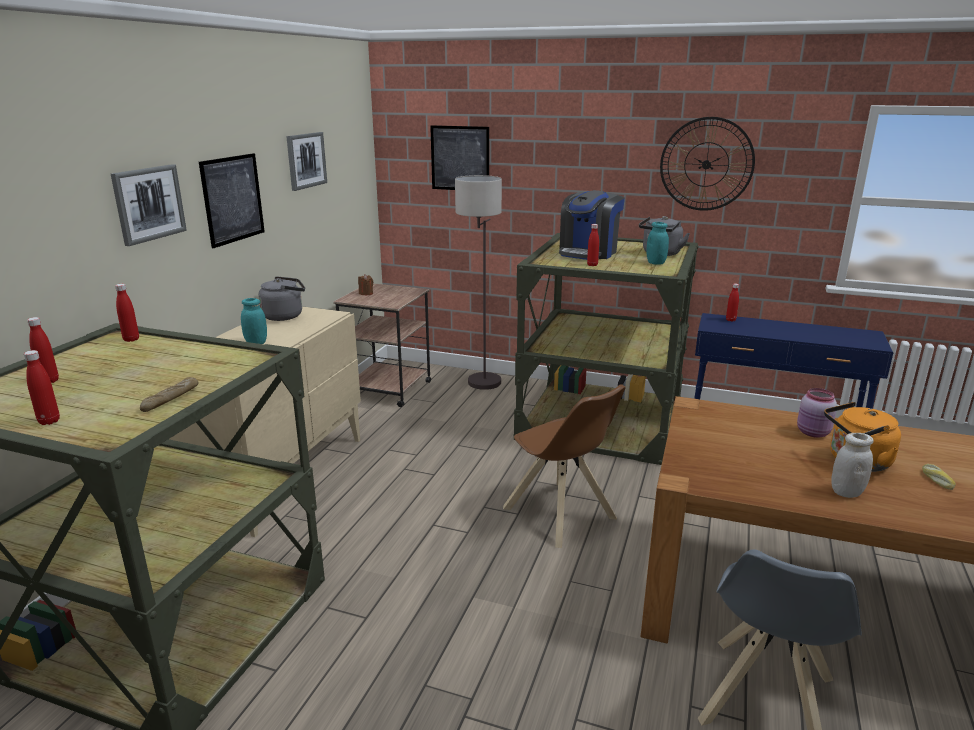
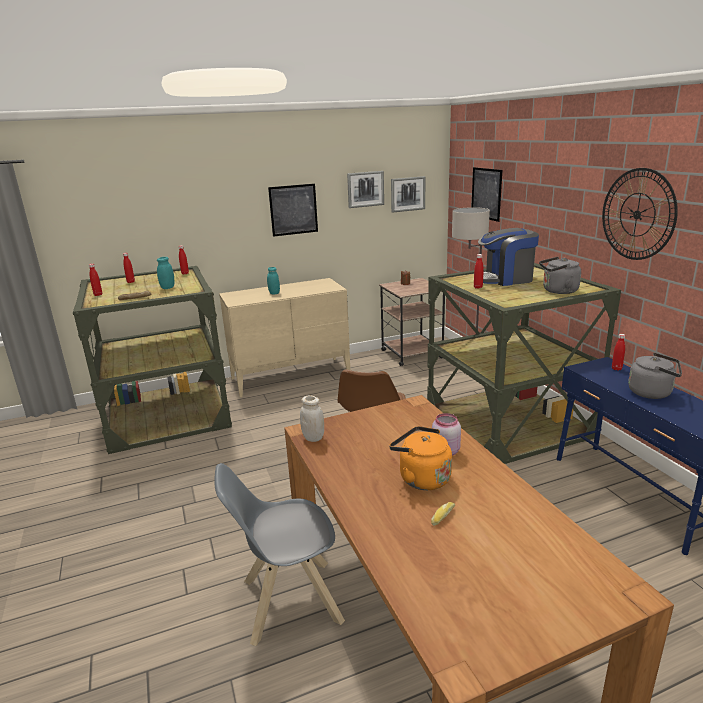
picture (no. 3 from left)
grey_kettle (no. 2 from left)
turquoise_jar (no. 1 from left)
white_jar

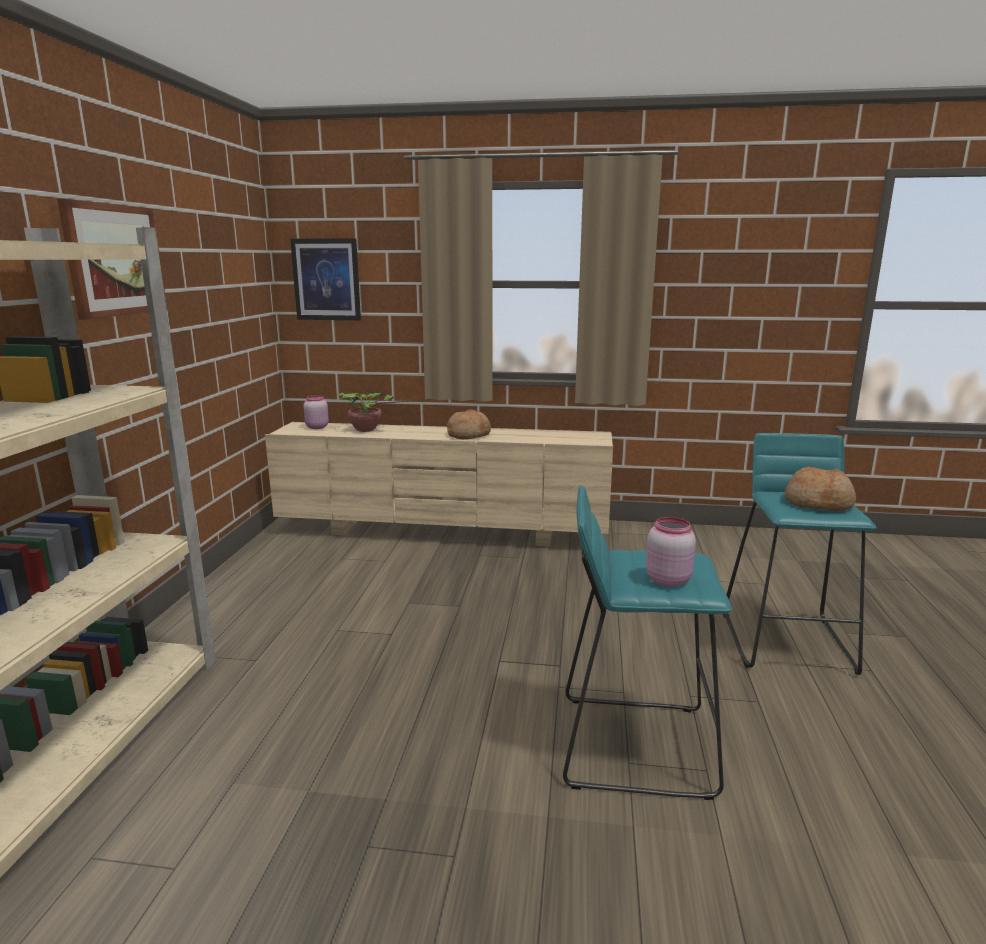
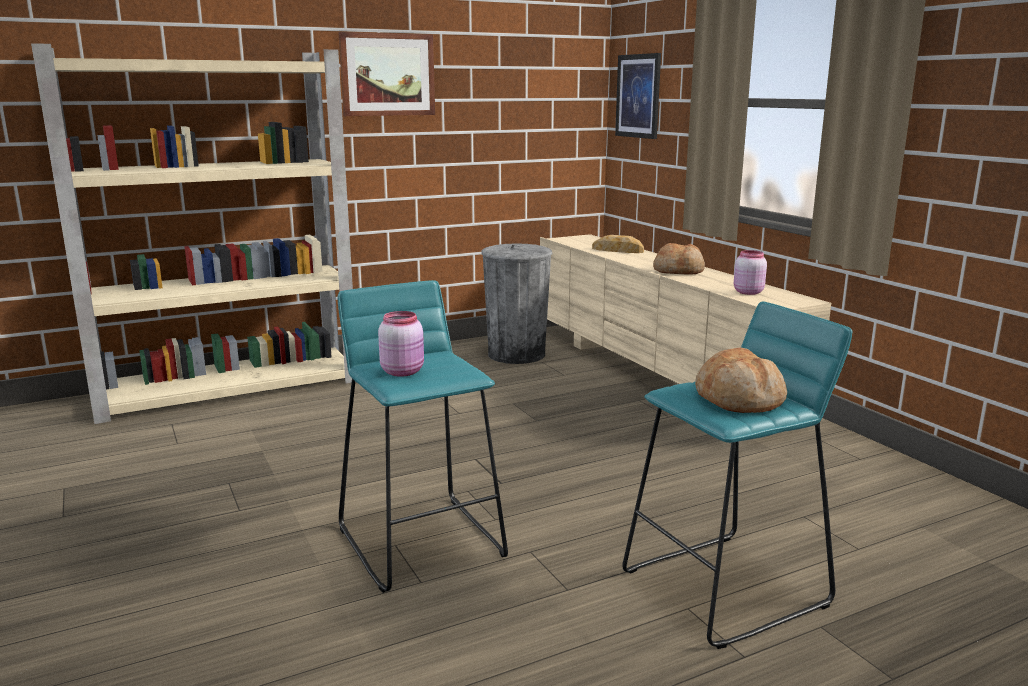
grey_trash_can
pink_jar (no. 2 from left)
bread (no. 1 from left)

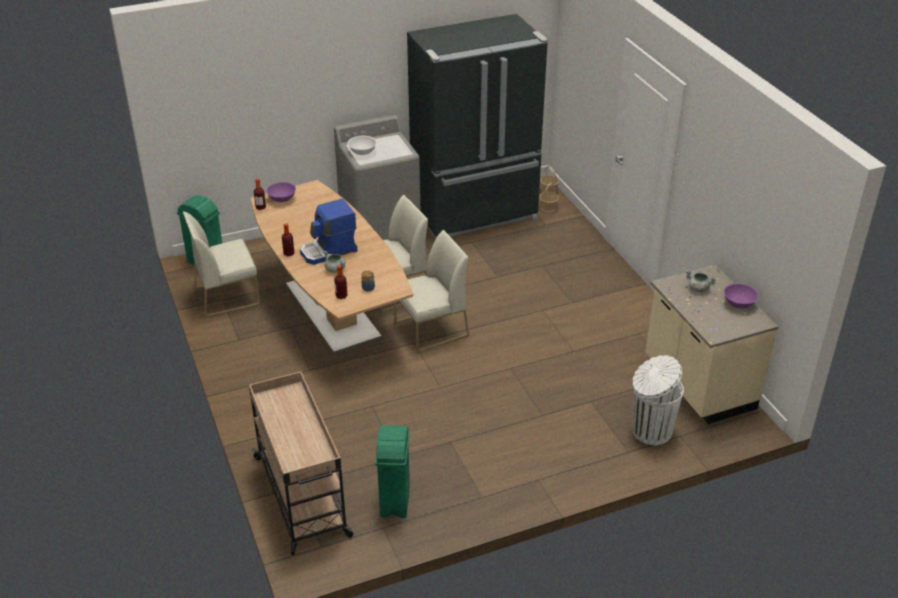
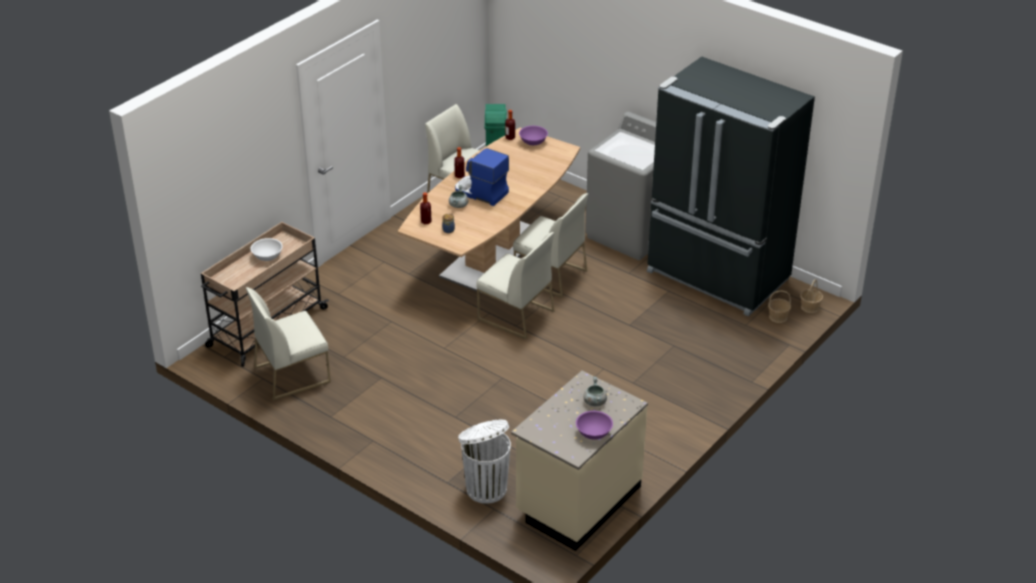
white_bowl
white_chair (no. 1 from left)

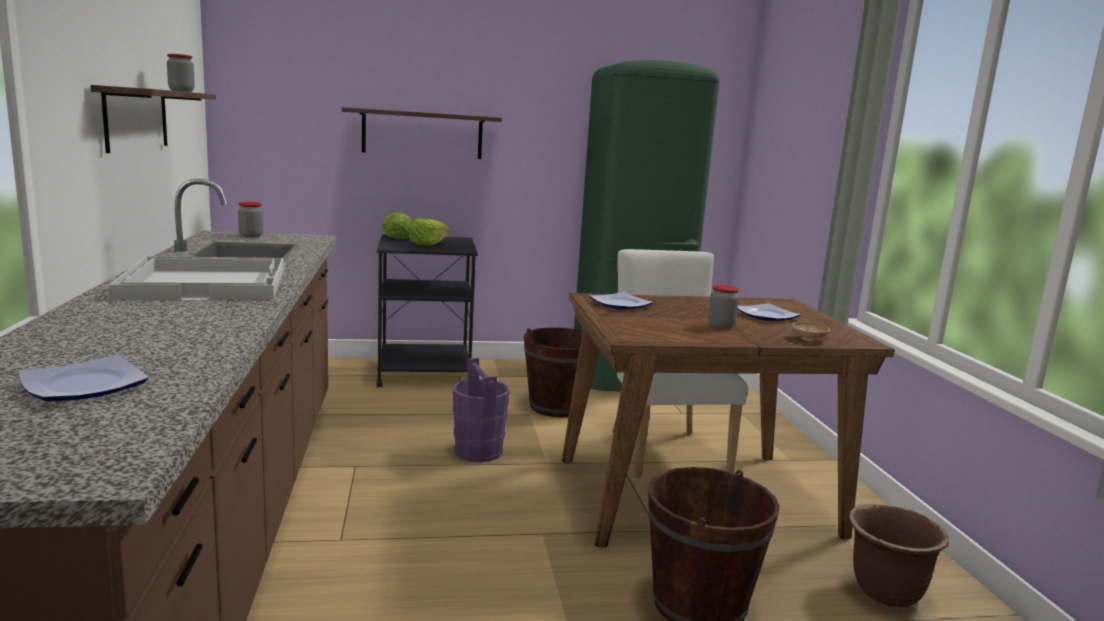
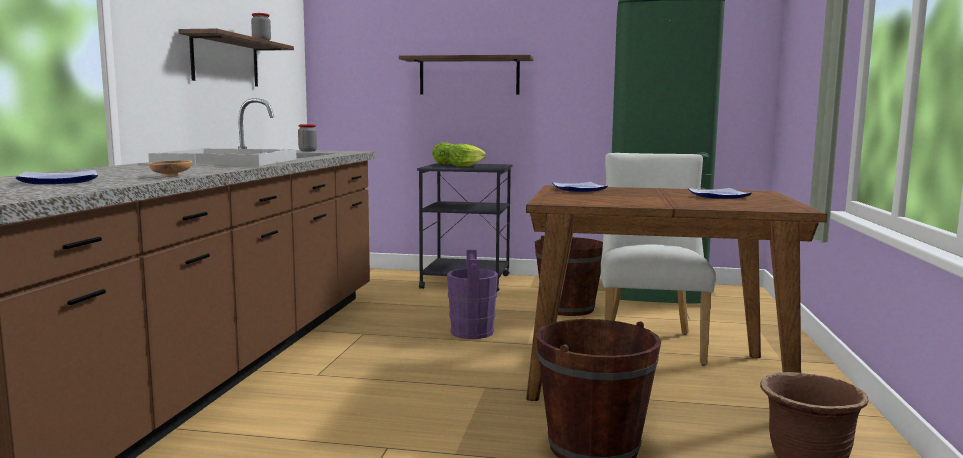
jar (no. 3 from left in the first image)
brown_bowl

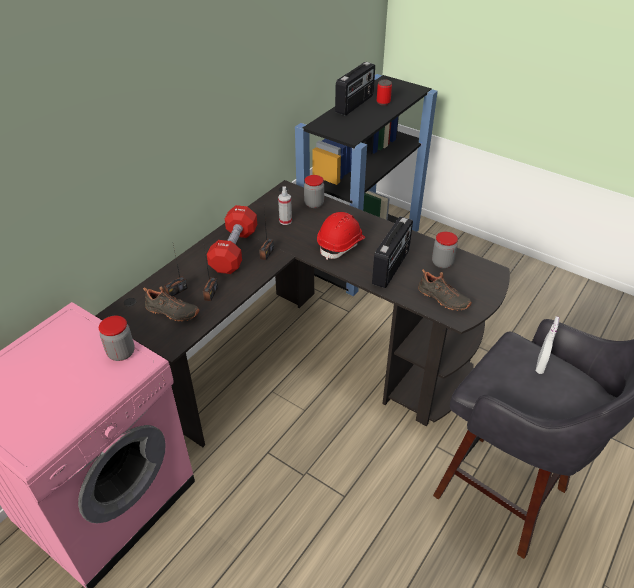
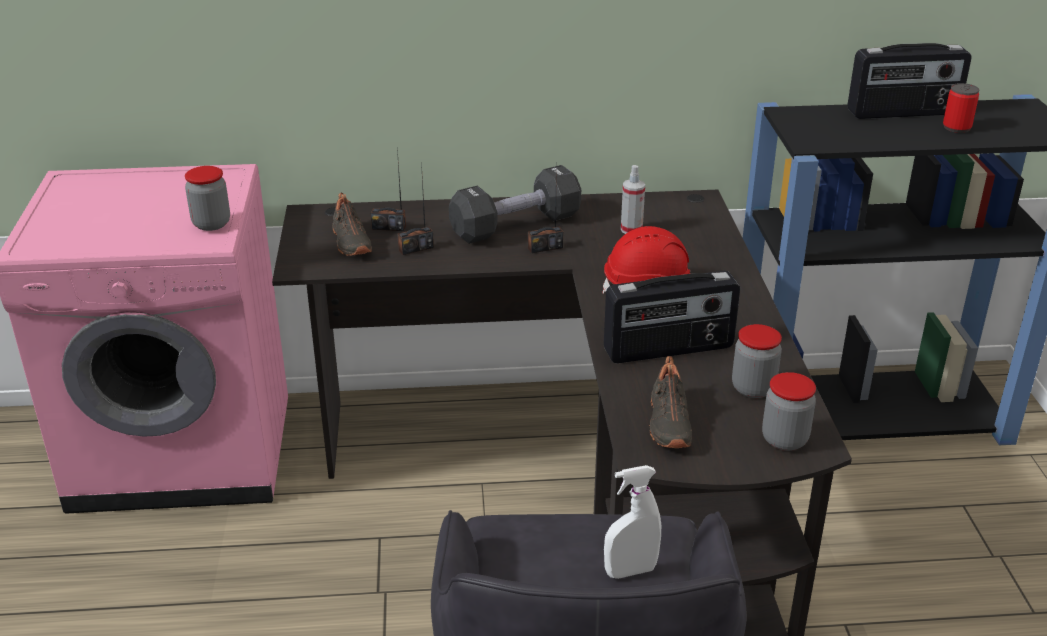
jar (no. 3 from left)
black_dumbbell

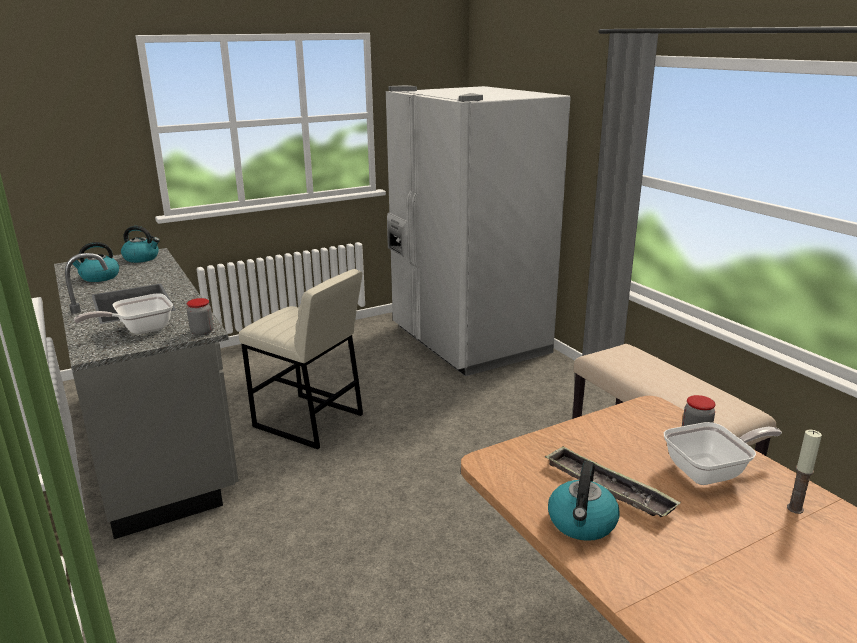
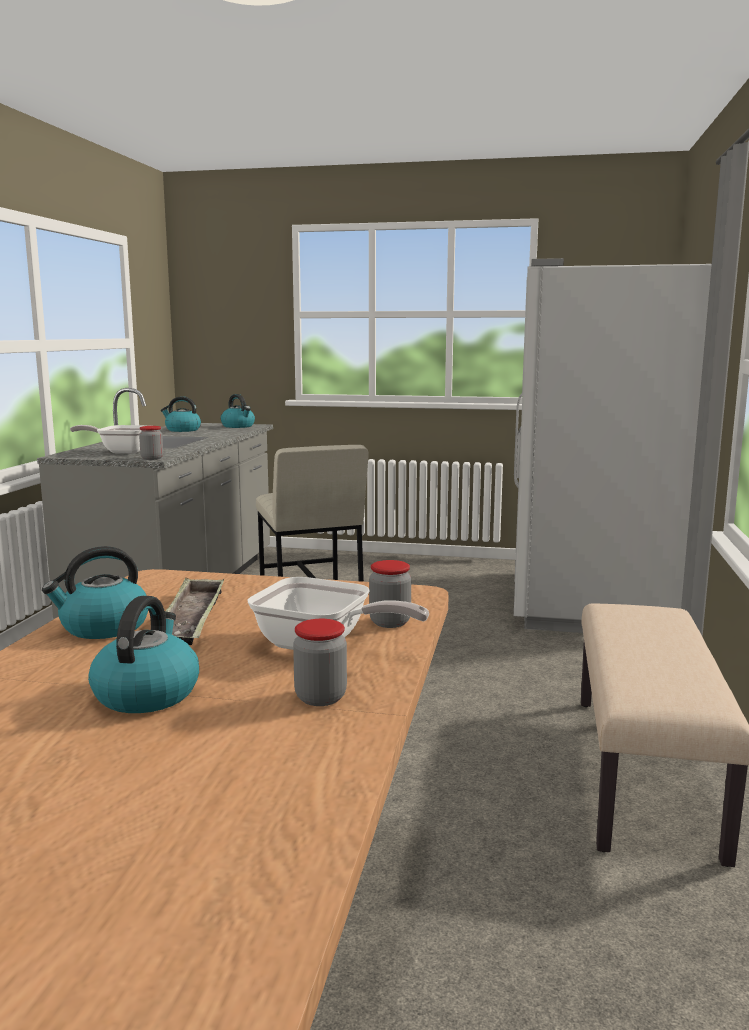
kettle (no. 2 from left)
jar (no. 2 from left)

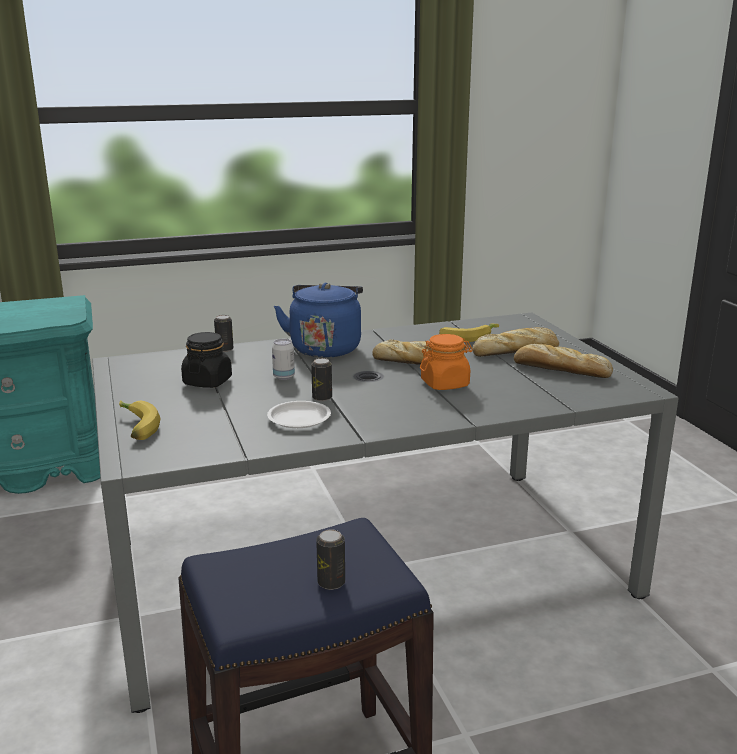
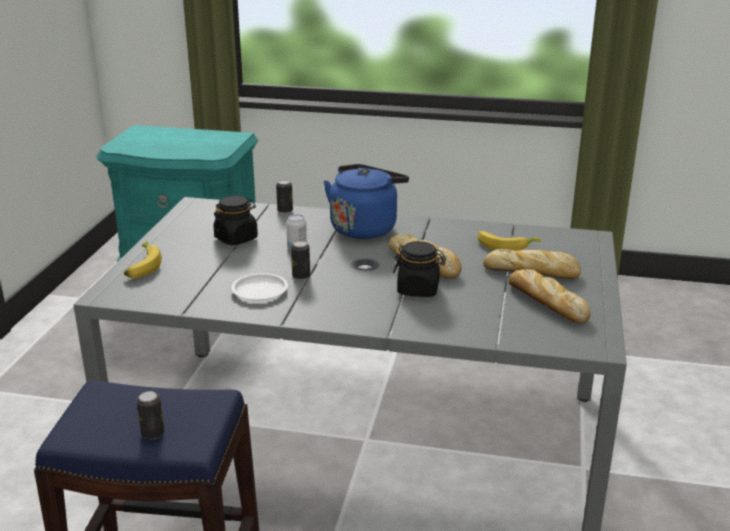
black_jar (no. 2 from left)

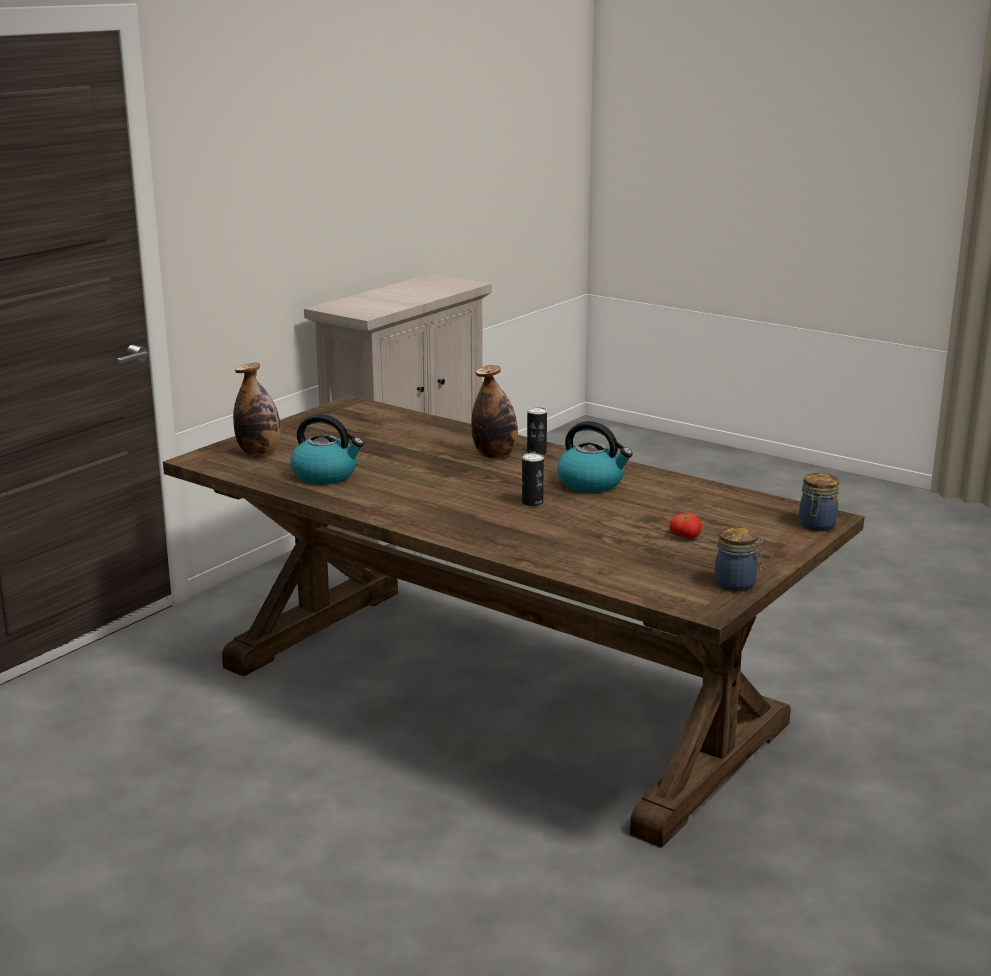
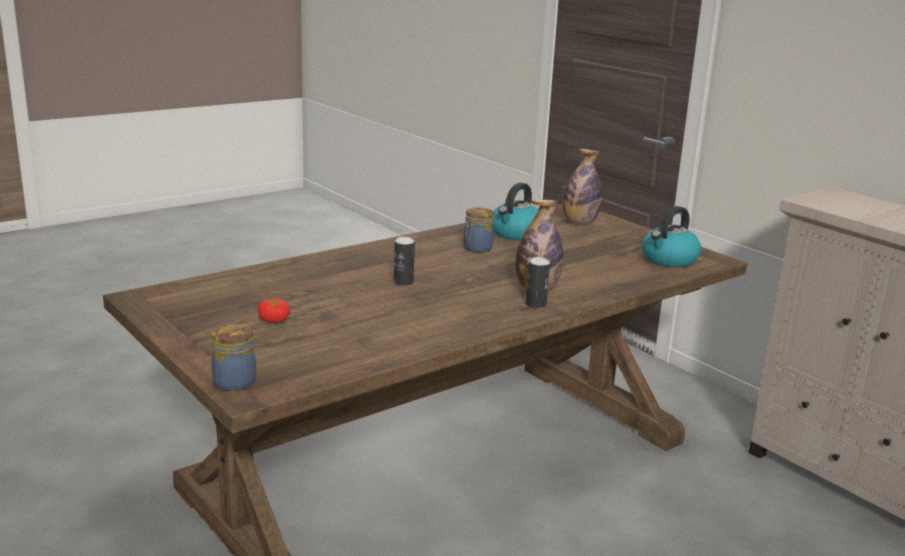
kettle (no. 2 from left)
jar (no. 2 from left)

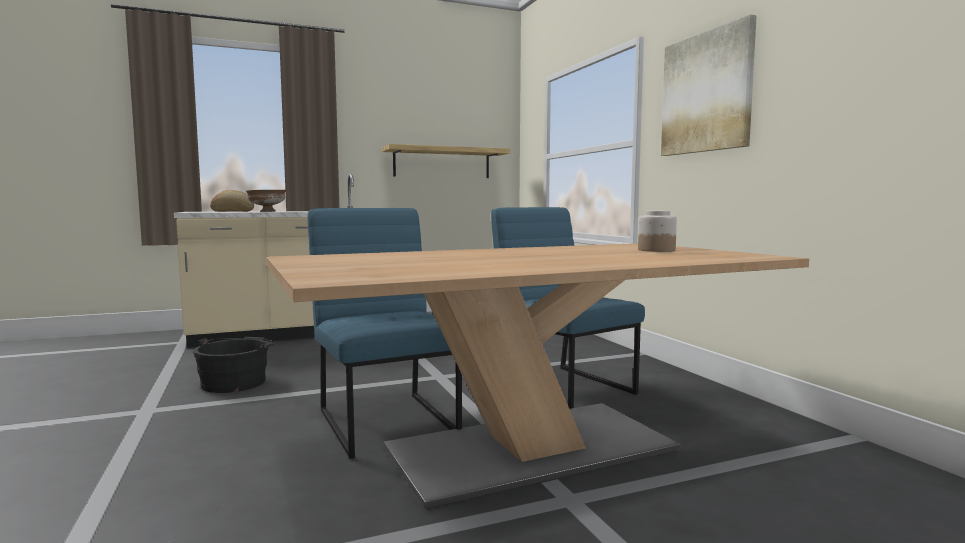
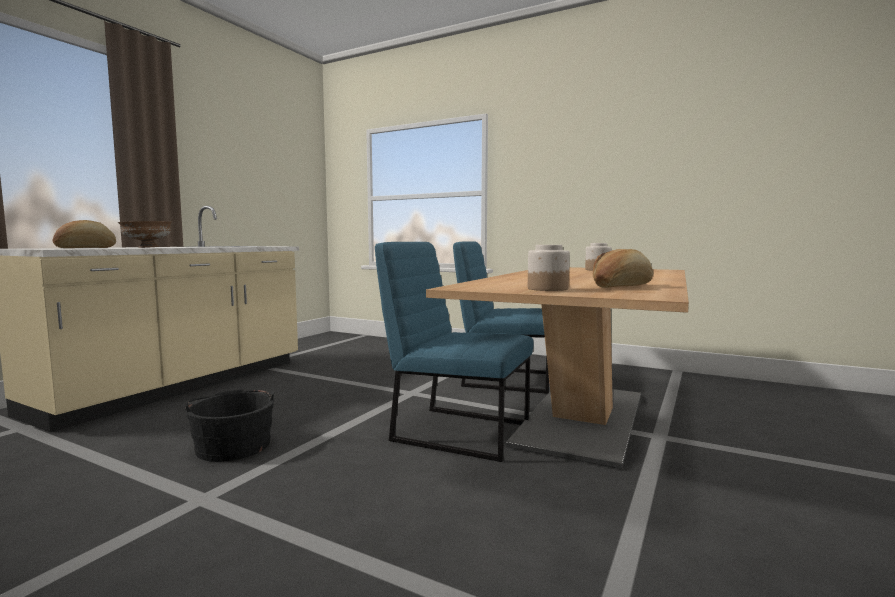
shelf
picture
jar (no. 1 from left)
bread (no. 2 from left)

